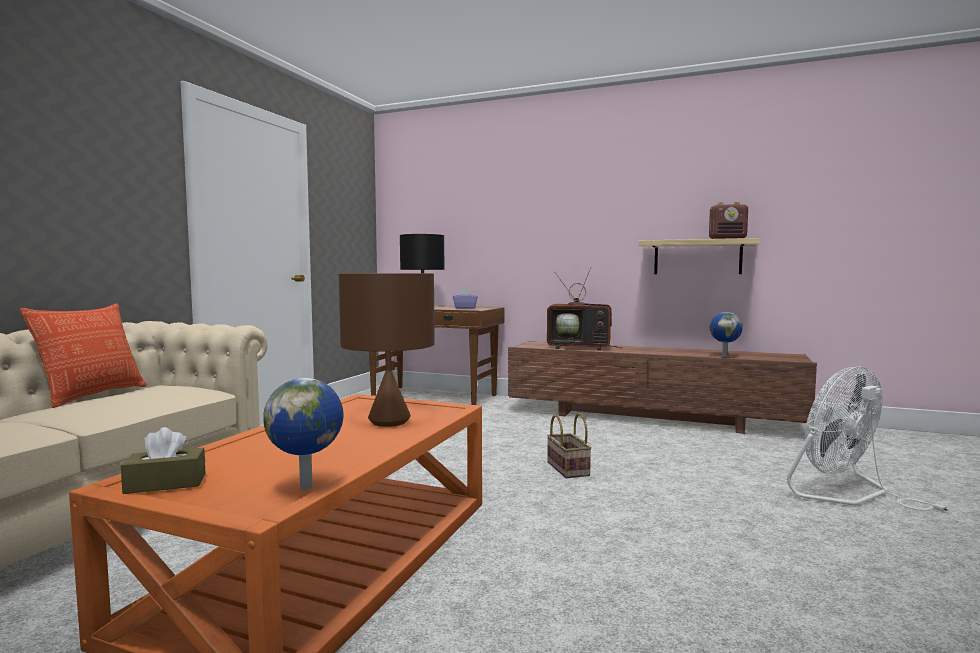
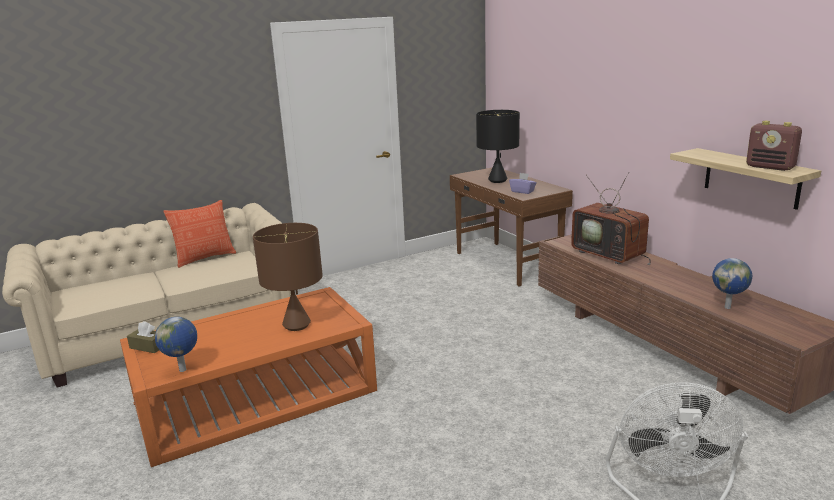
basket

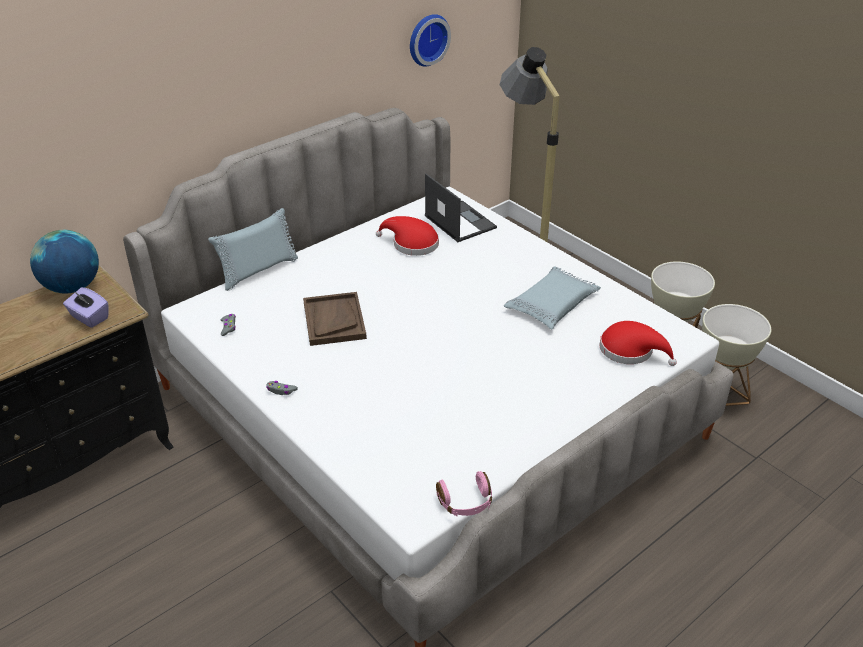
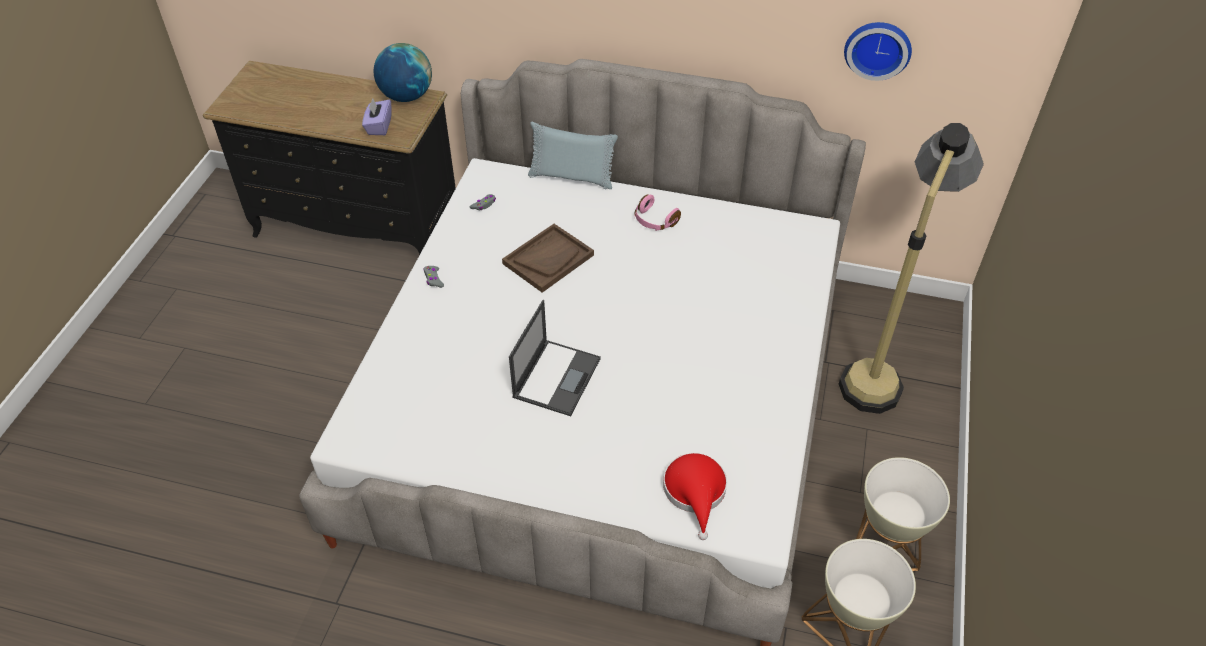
red_hat (no. 1 from left in the first image)
blue_pillow (no. 2 from left in the first image)
laptop
pink_headphones

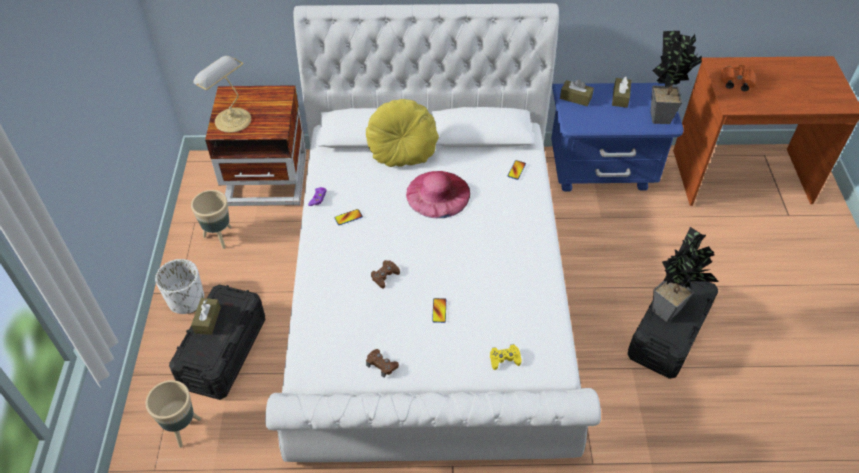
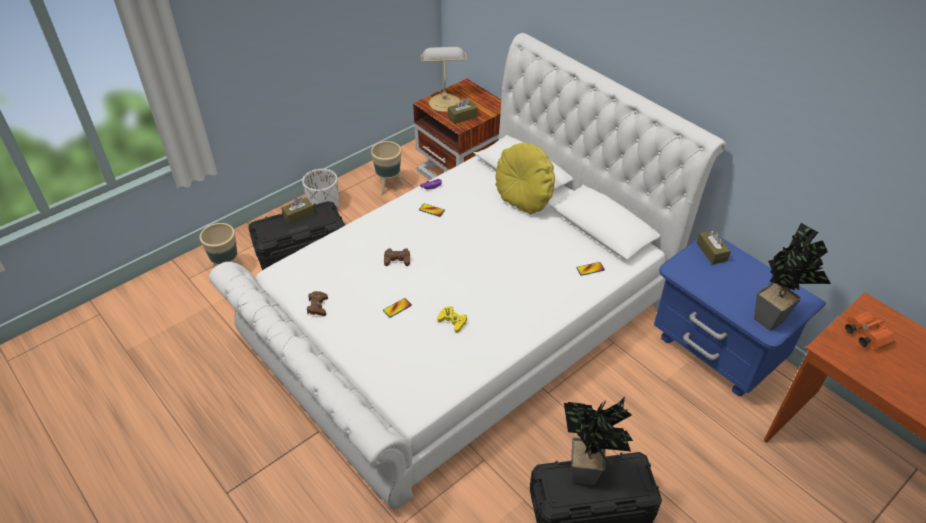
pink_hat
yellow_game_controller
brown_tissue_box (no. 2 from left)

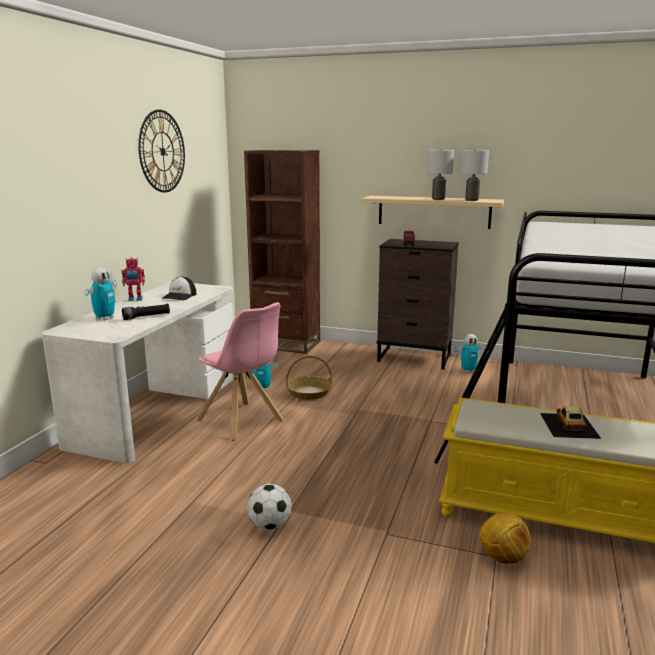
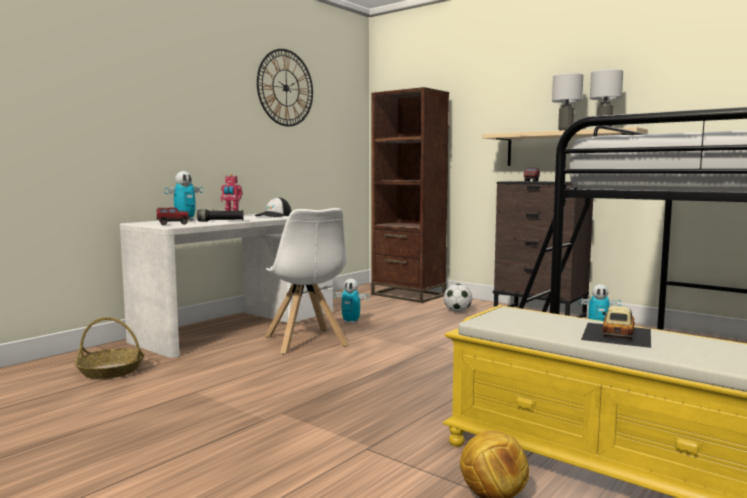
toy_truck (no. 1 from left)
football (no. 1 from left)
basket
white_chair

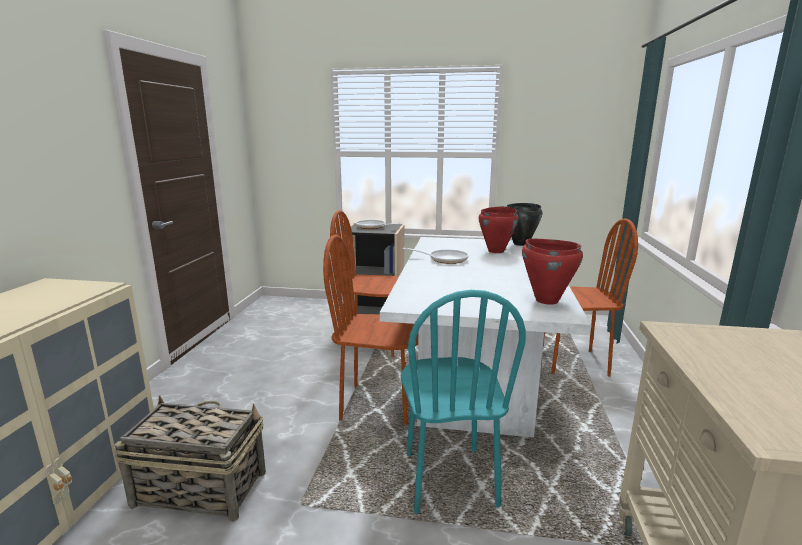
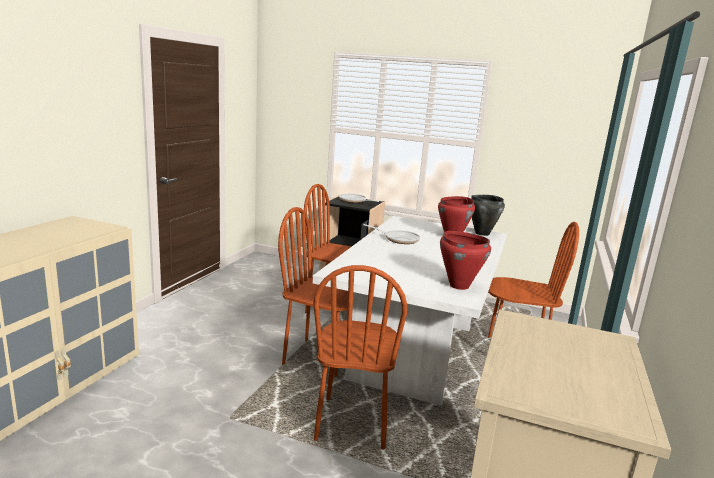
basket
brown_chair (no. 3 from left)

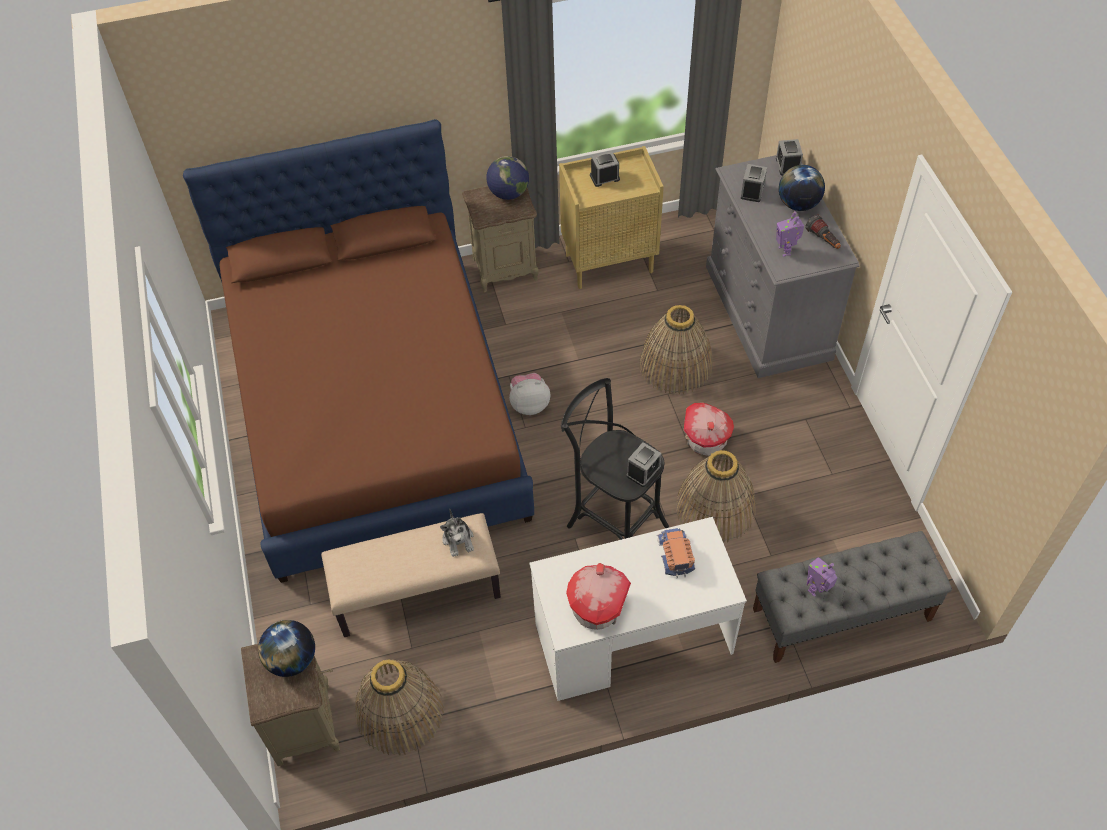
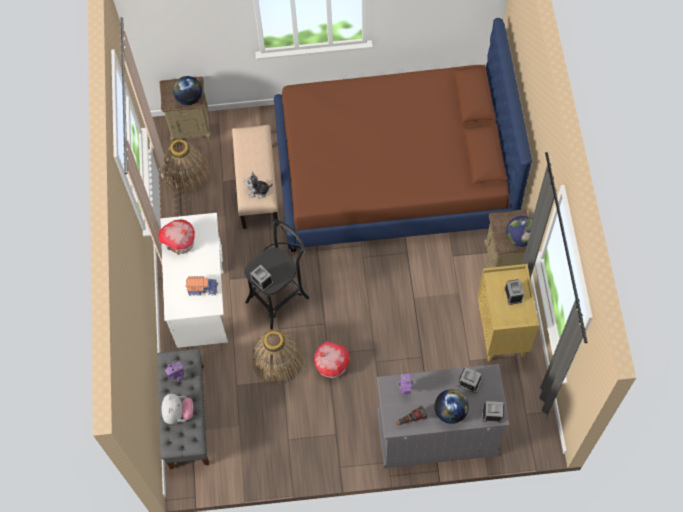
basket (no. 2 from left in the first image)
plush_toy (no. 1 from left)

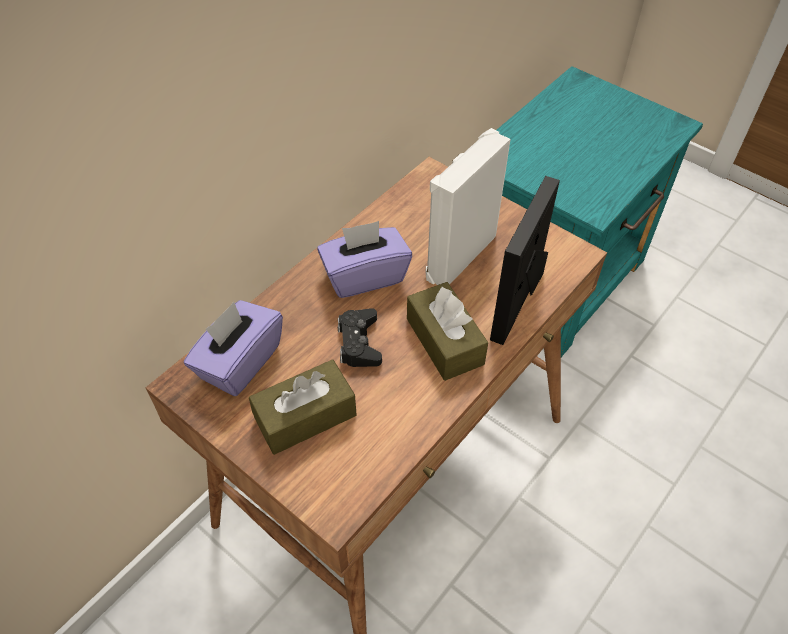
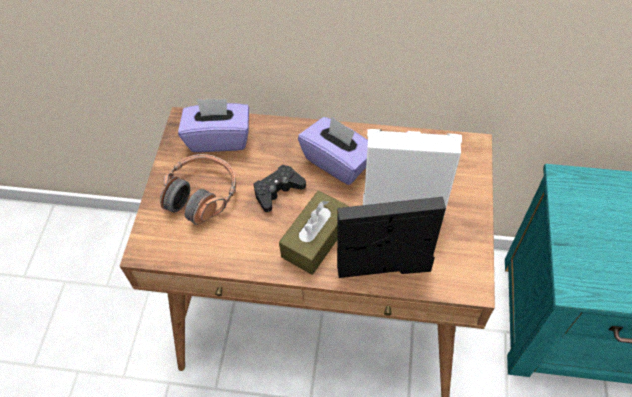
headphones

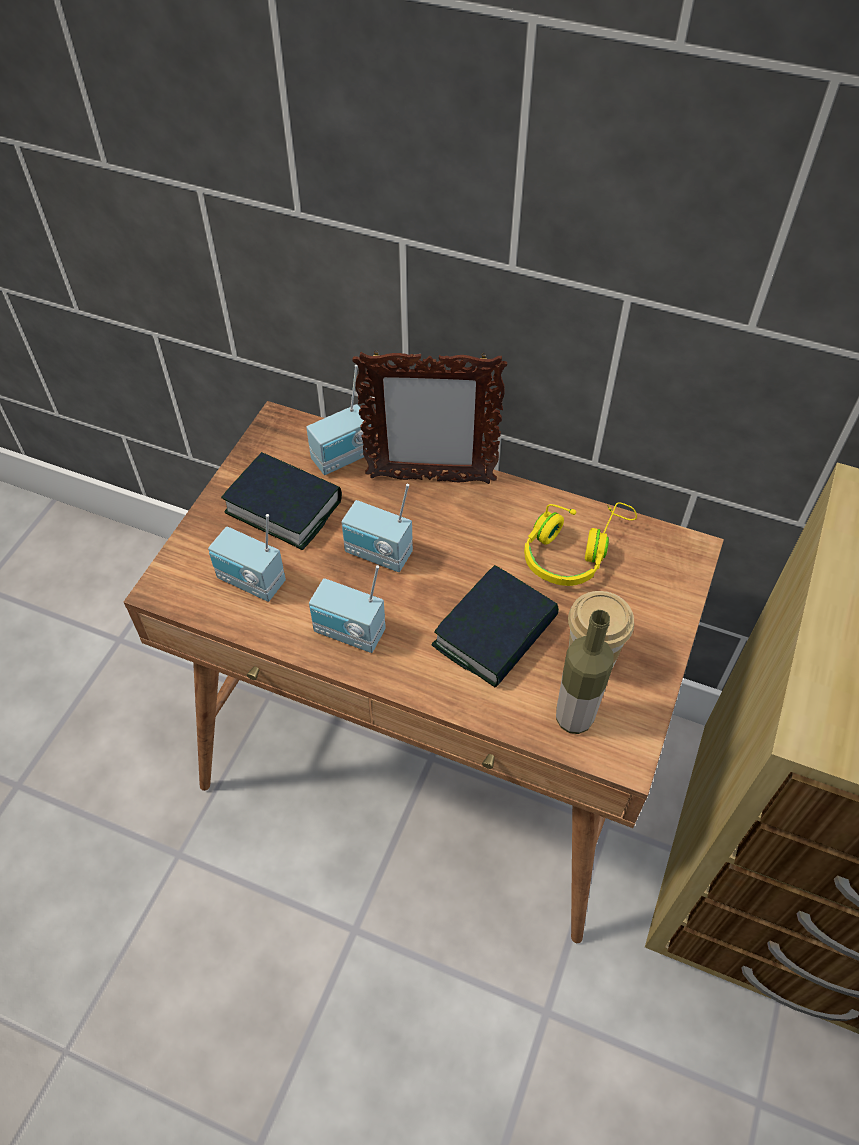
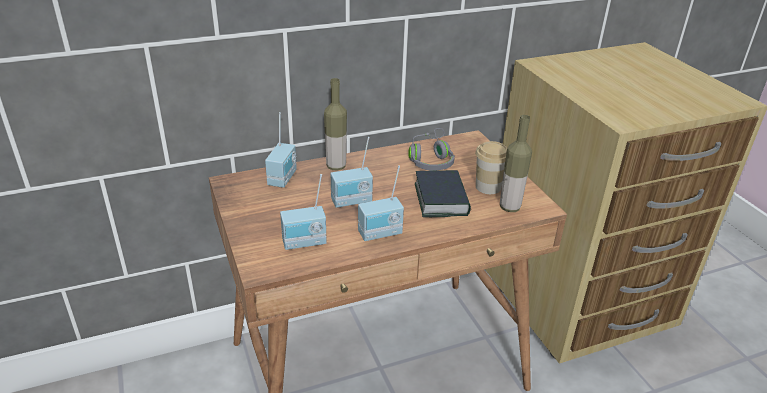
book (no. 1 from left in the first image)
bottle (no. 1 from left)
grey_headphones

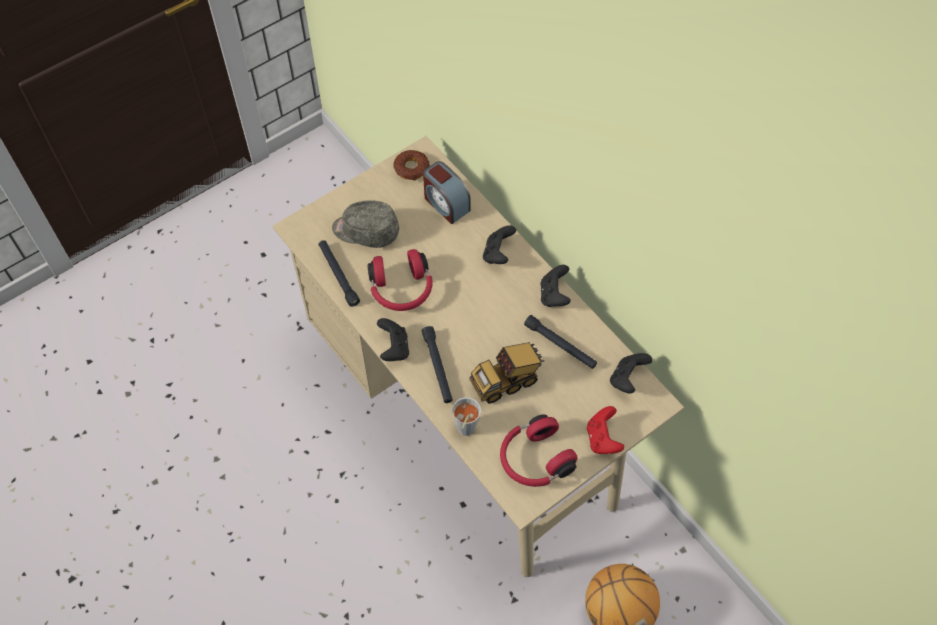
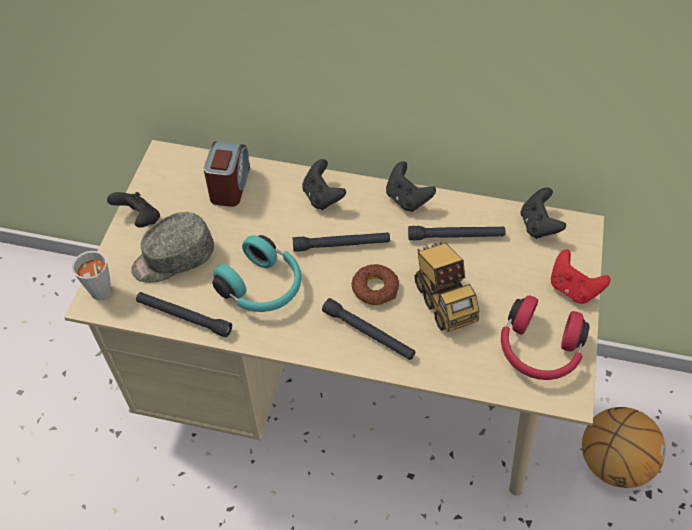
black_flashlight (no. 2 from left)
black_game_controller (no. 1 from left)
donut
grey_cup
turquoise_headphones
alarm_clock
toy_truck

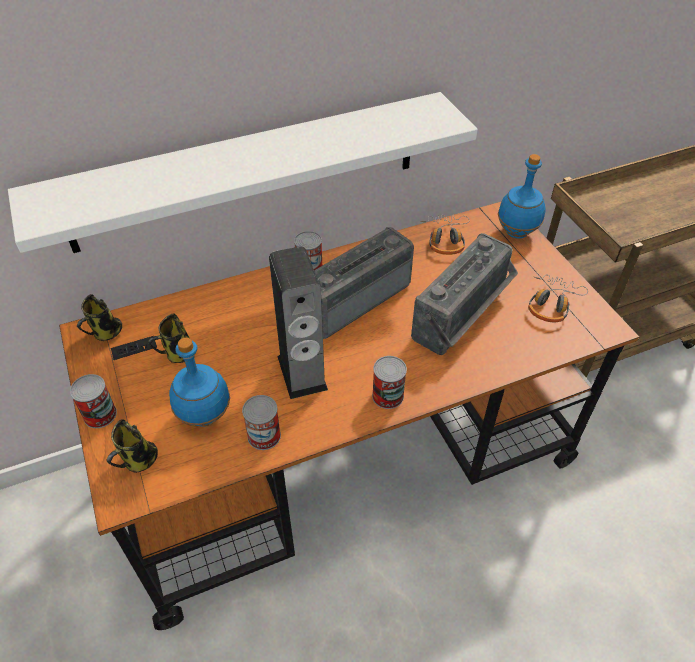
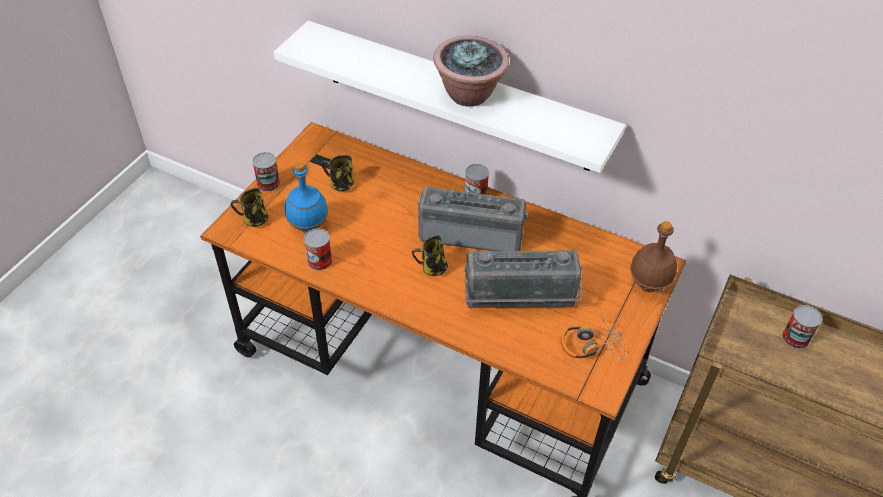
speaker
headphones (no. 1 from left in the first image)
potted_plant
mug (no. 3 from left)
can (no. 4 from left)
brown_bottle

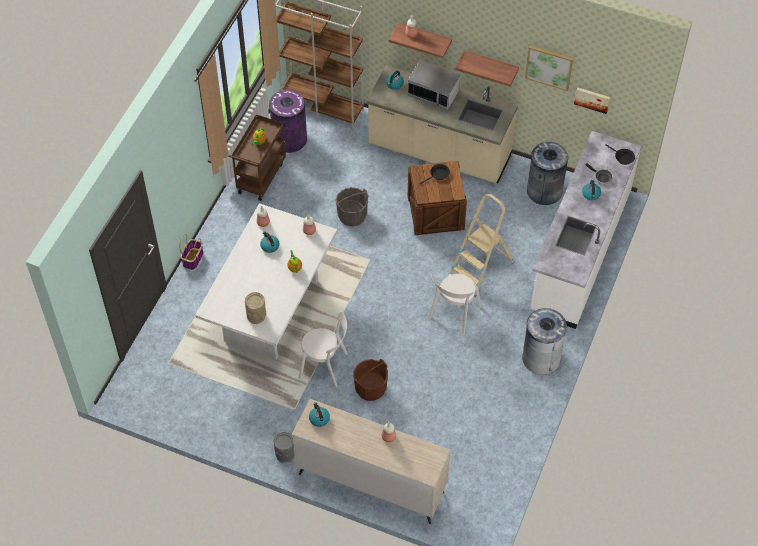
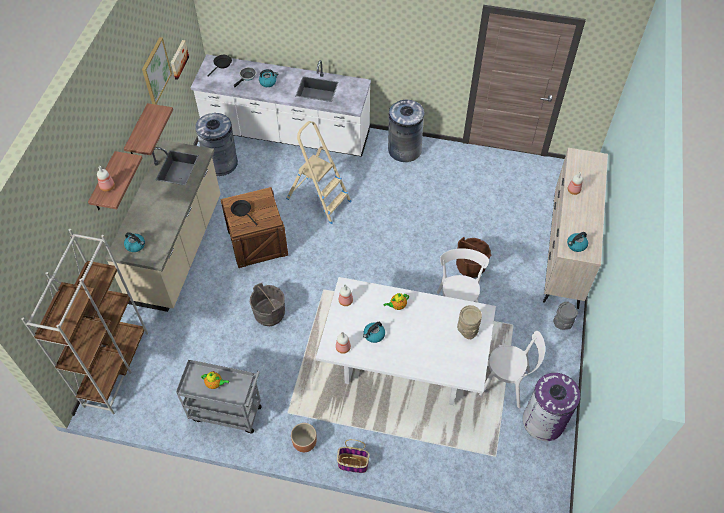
microwave
brown_planter
purple_trash_can
white_chair (no. 2 from left)
grey_cart

